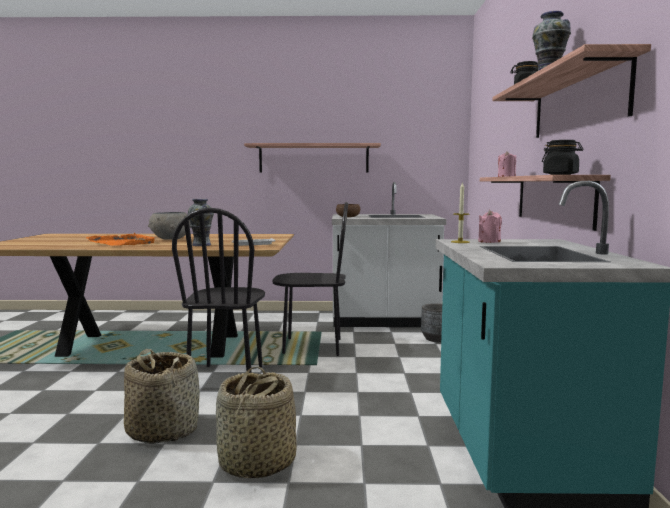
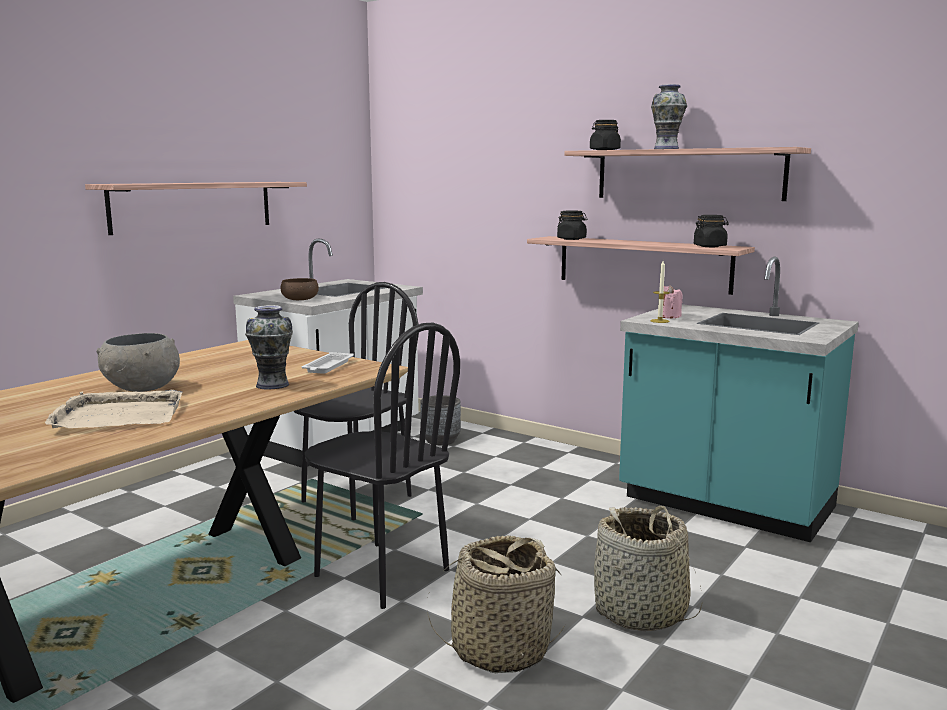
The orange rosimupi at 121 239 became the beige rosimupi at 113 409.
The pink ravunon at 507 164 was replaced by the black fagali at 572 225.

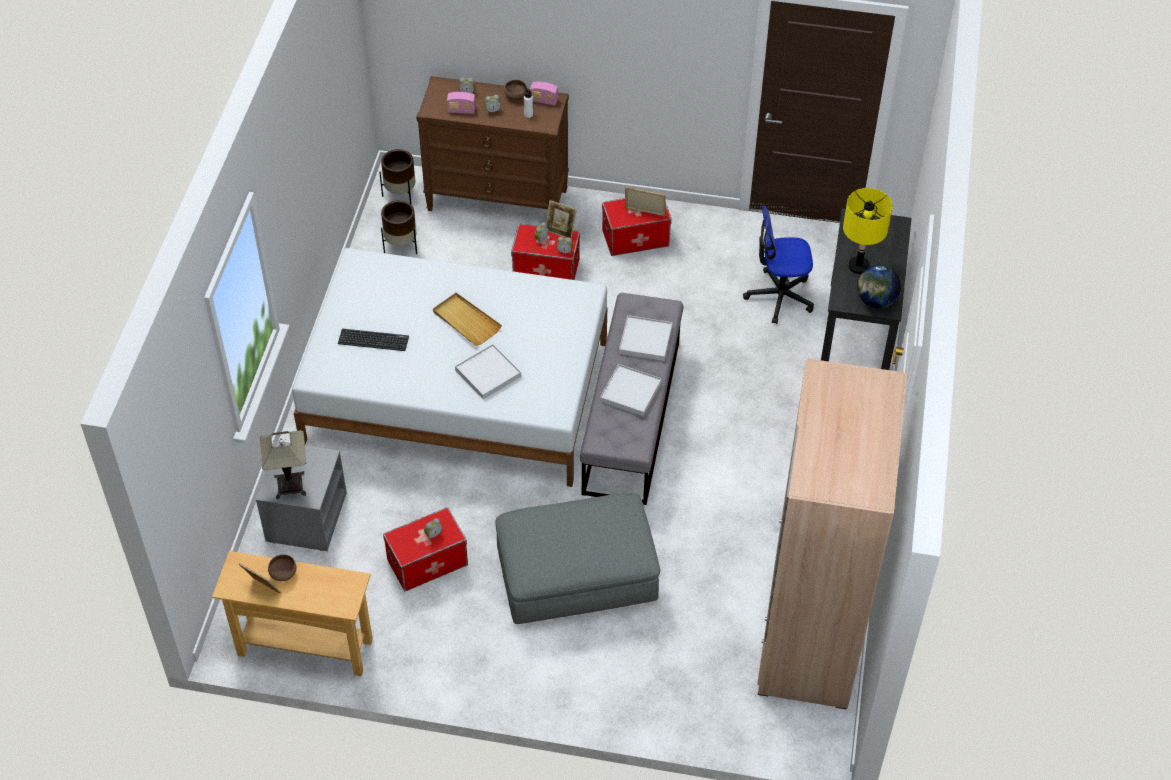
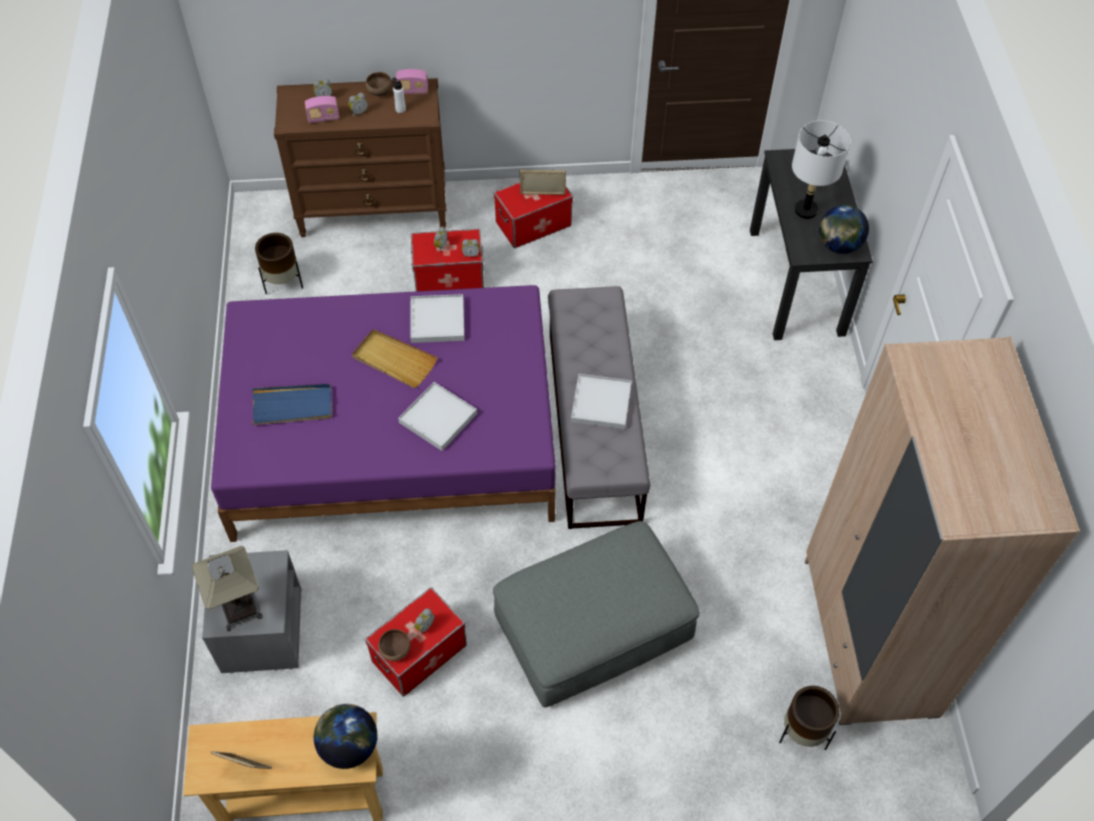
The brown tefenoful moved from 282 567 to 394 645.
The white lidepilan at 449 367 became the purple lidepilan at 383 413.
The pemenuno at 373 340 was replaced by the blue rosimupi at 292 404.
The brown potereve moved from 397 176 to 809 718.
The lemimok at 561 219 disappeared.
The white rosimupi moved from 645 338 to 437 318.
The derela at 778 264 disappeared.
The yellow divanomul at 868 231 became the white divanomul at 821 170.
The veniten at 346 736 appeared.

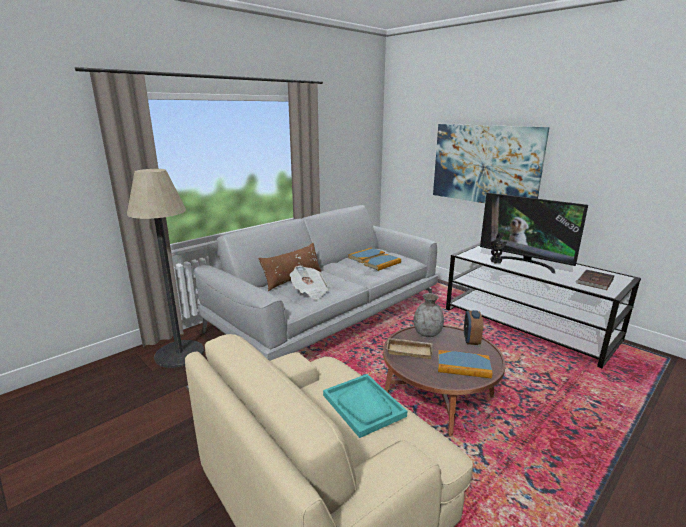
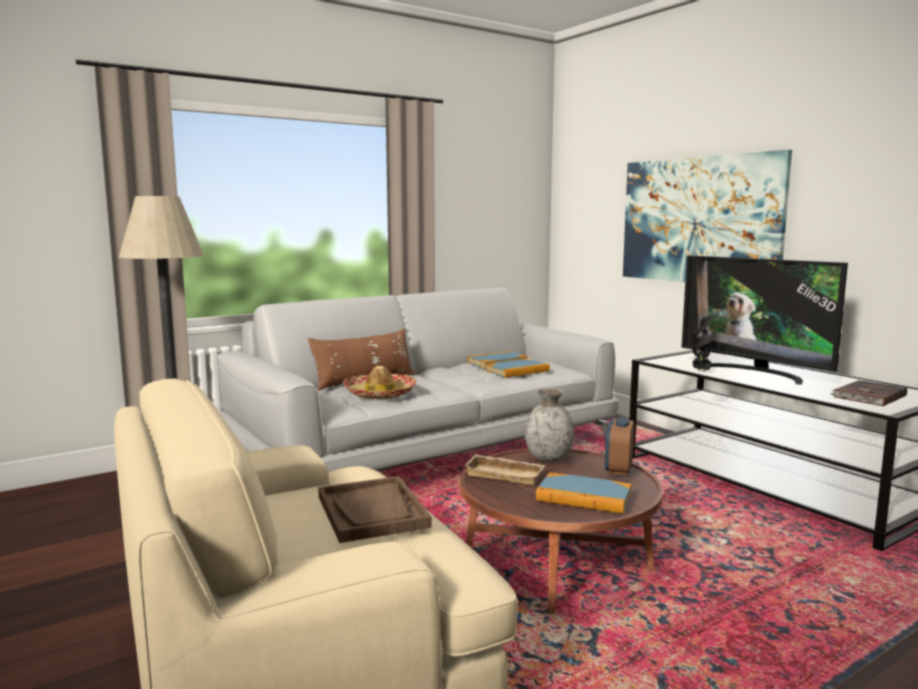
The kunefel at 309 283 was replaced by the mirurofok at 379 382.
The turquoise rosimupi at 365 406 became the brown rosimupi at 375 509.

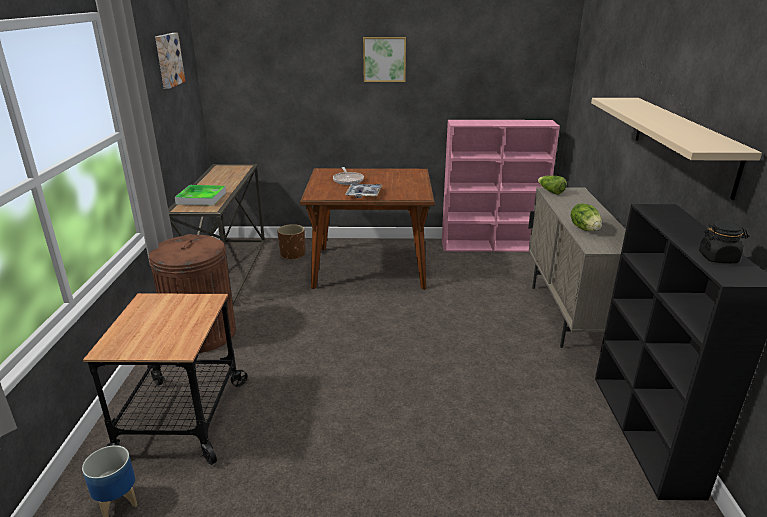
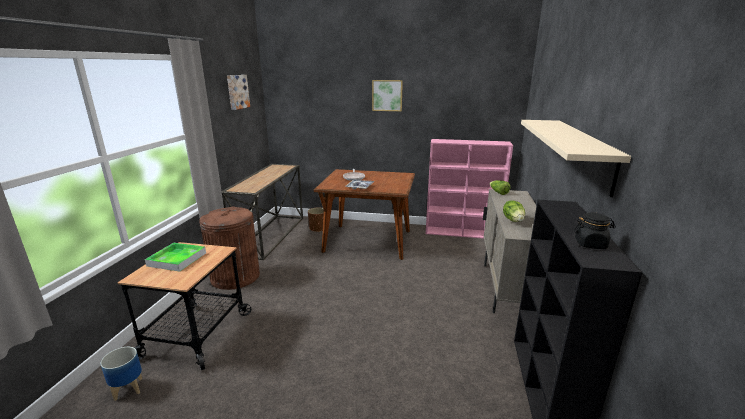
The rosimupi moved from 200 195 to 175 257.

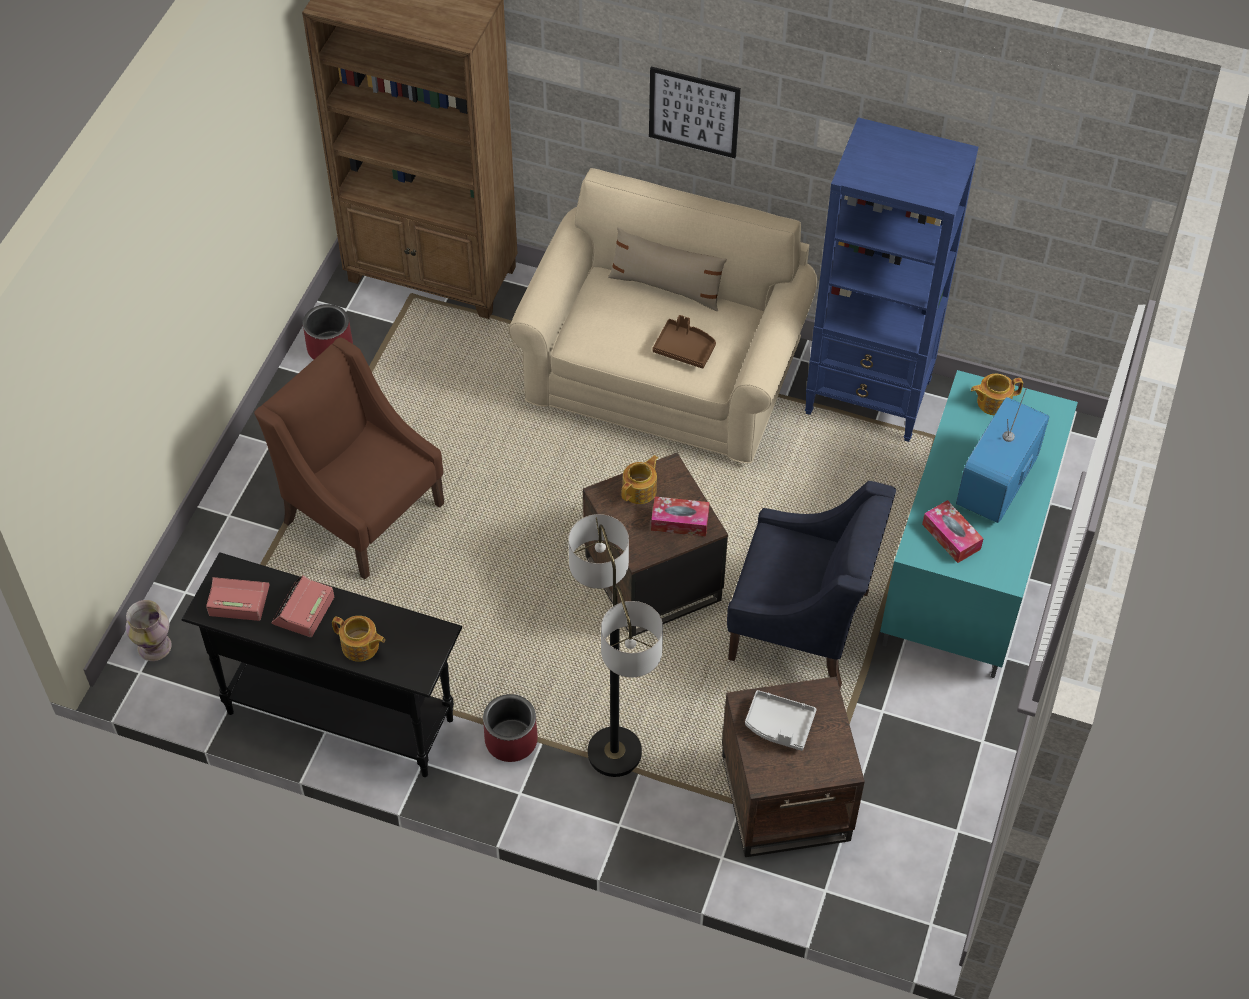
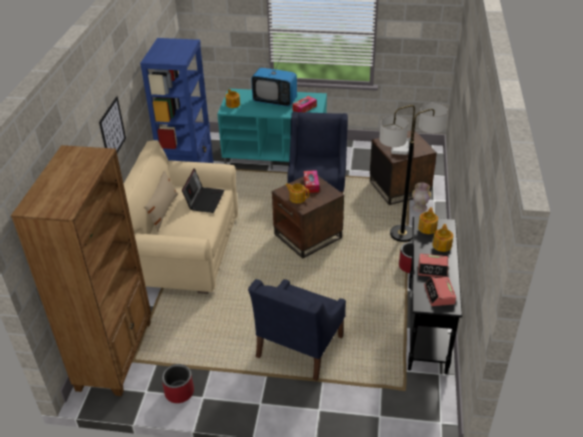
The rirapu moved from 149 630 to 421 197.
The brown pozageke at 349 458 became the blue pozageke at 297 330.
The brown rosimupi at 684 342 was replaced by the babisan at 203 190.
The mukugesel at 428 220 appeared.

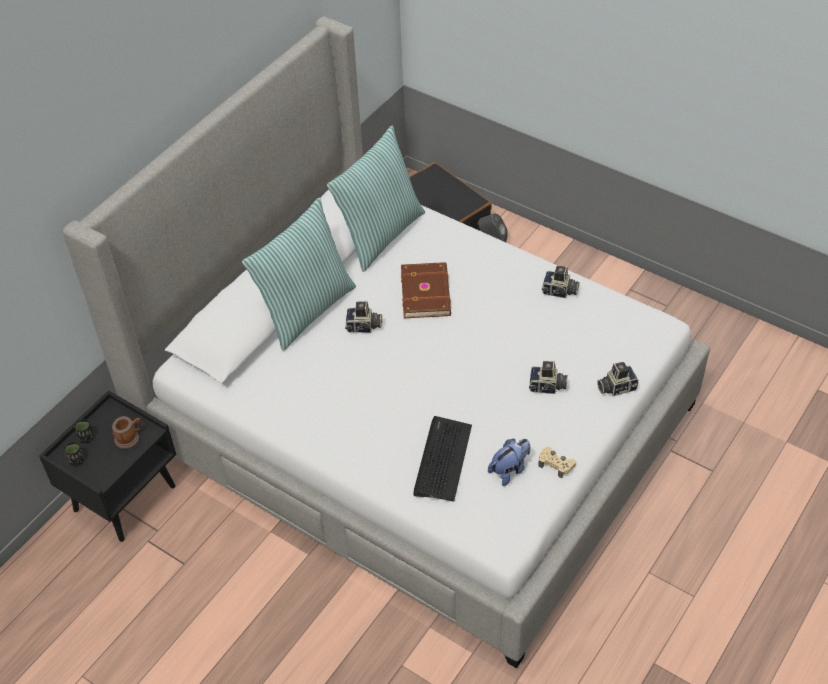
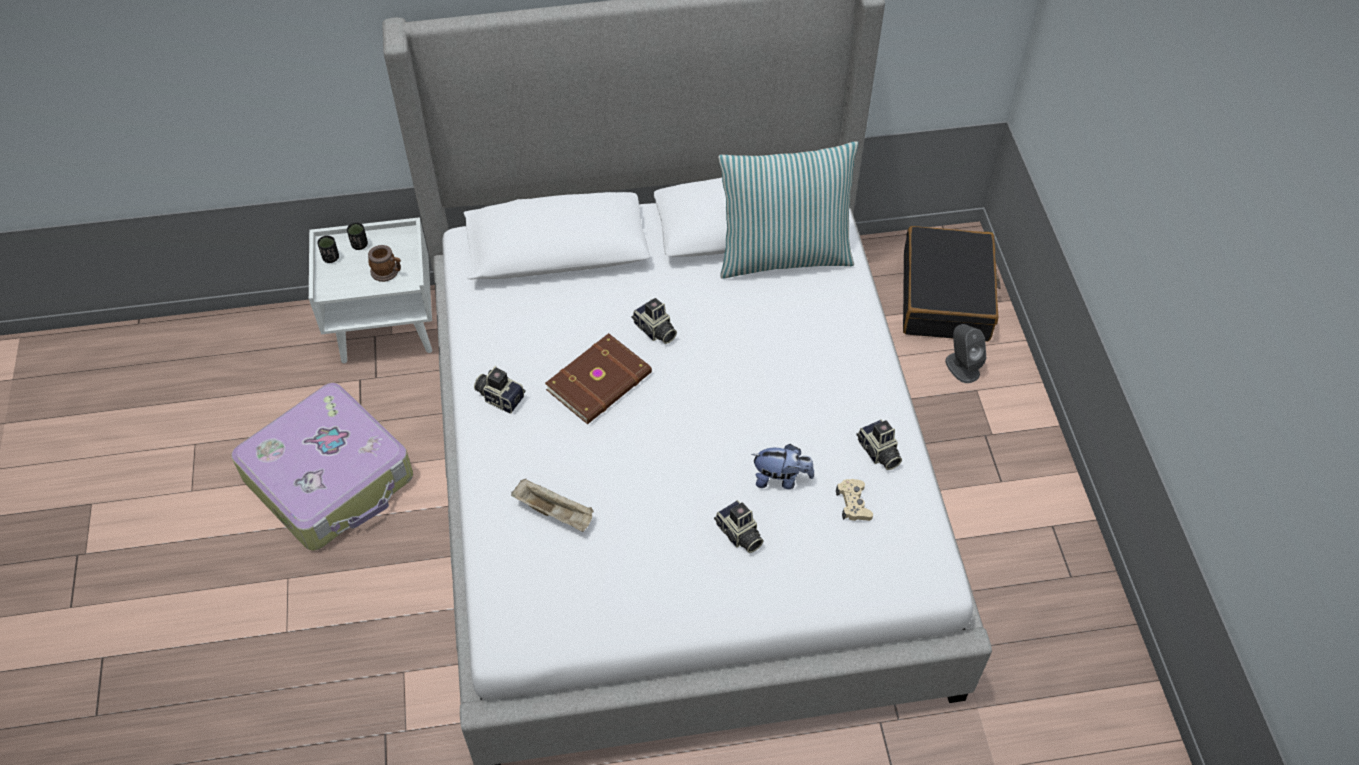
The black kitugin at 107 466 became the white kitugin at 370 290.
The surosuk at 299 274 disappeared.
The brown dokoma moved from 426 290 to 598 378.
The pemenuno at 442 459 was replaced by the beige rosimupi at 552 505.
The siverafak moved from 509 462 to 782 466.
The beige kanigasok moved from 557 462 to 854 500.
The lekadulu moved from 618 379 to 500 390.
The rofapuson at 322 467 appeared.

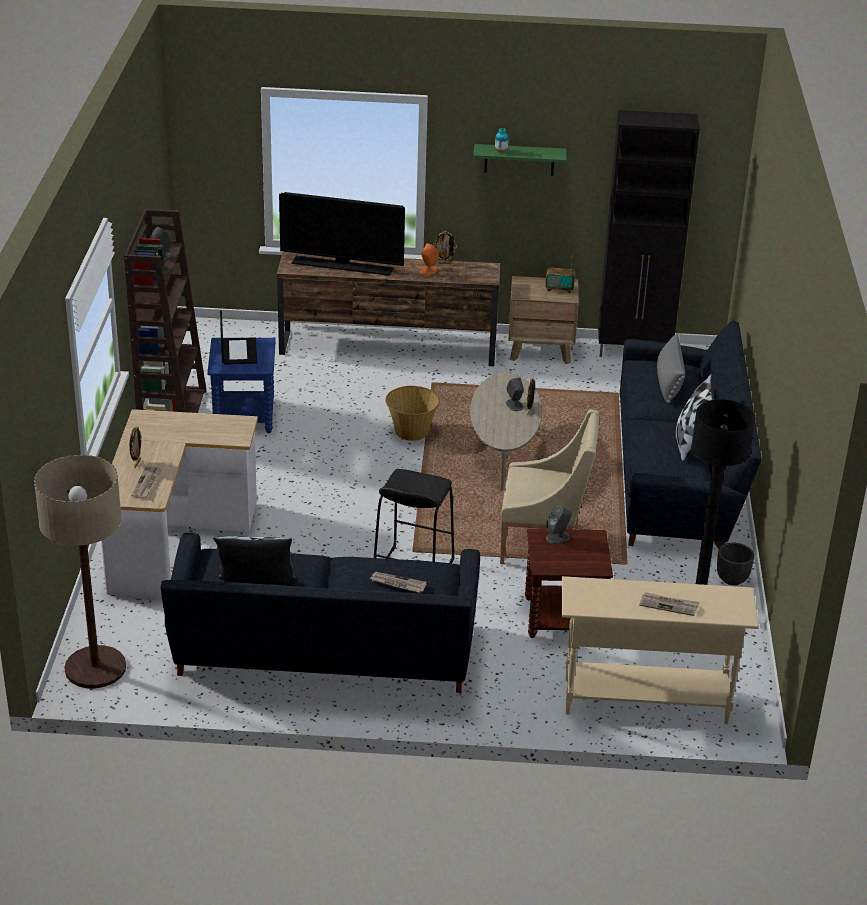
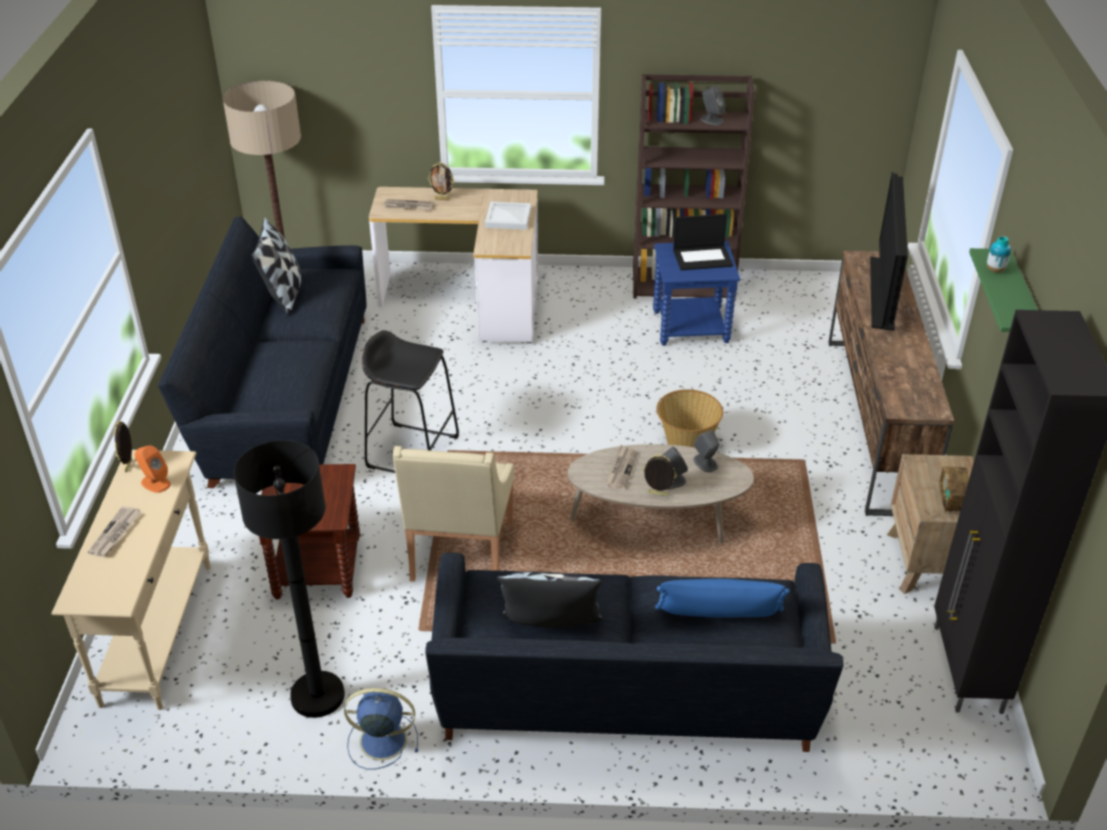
The kunefel moved from 398 582 to 621 467.
The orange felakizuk moved from 429 259 to 153 469.
The lemimok moved from 445 247 to 123 446.
The grey felakizuk moved from 559 525 to 706 451.
The grey surosuk at 671 368 became the blue surosuk at 722 598.
The black potereve at 735 564 was replaced by the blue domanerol at 381 728.
The white rosimupi at 508 216 appeared.

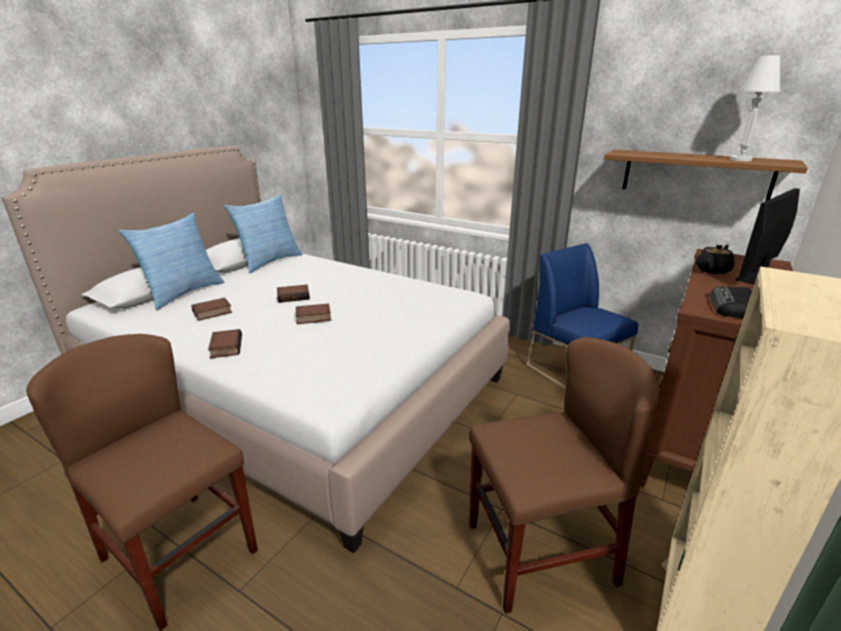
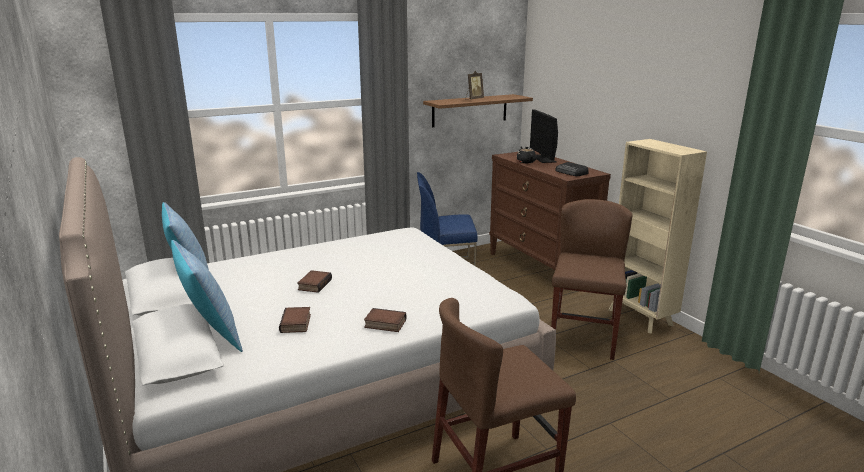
The dokoma at 313 314 disappeared.
The white divanomul at 755 108 disappeared.
The lemimok at 474 85 appeared.

